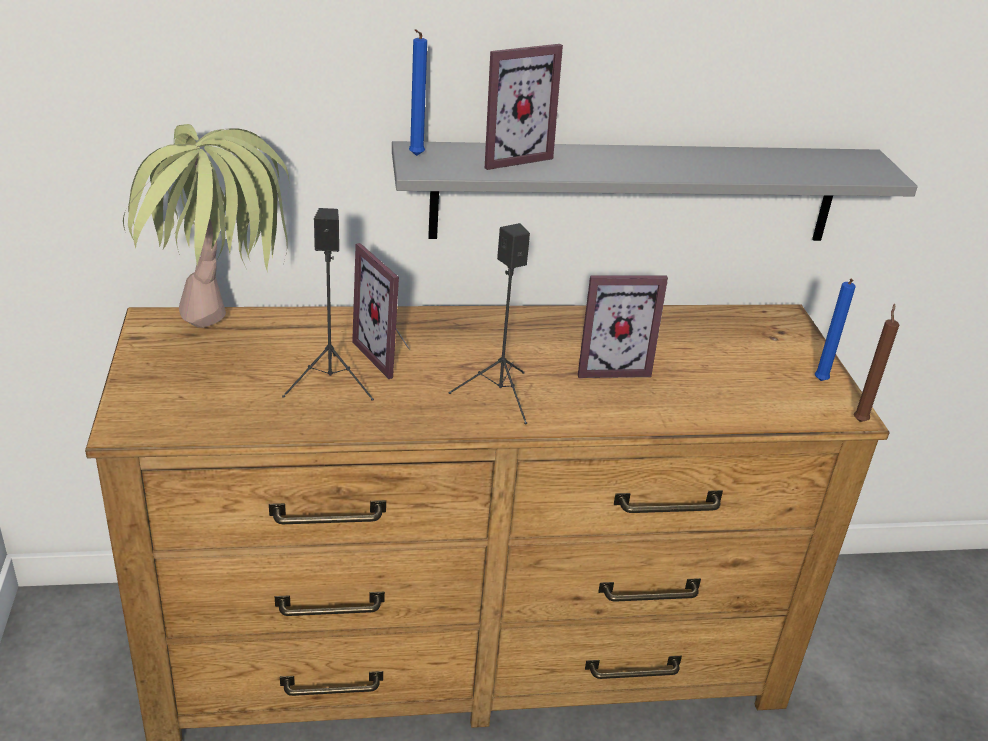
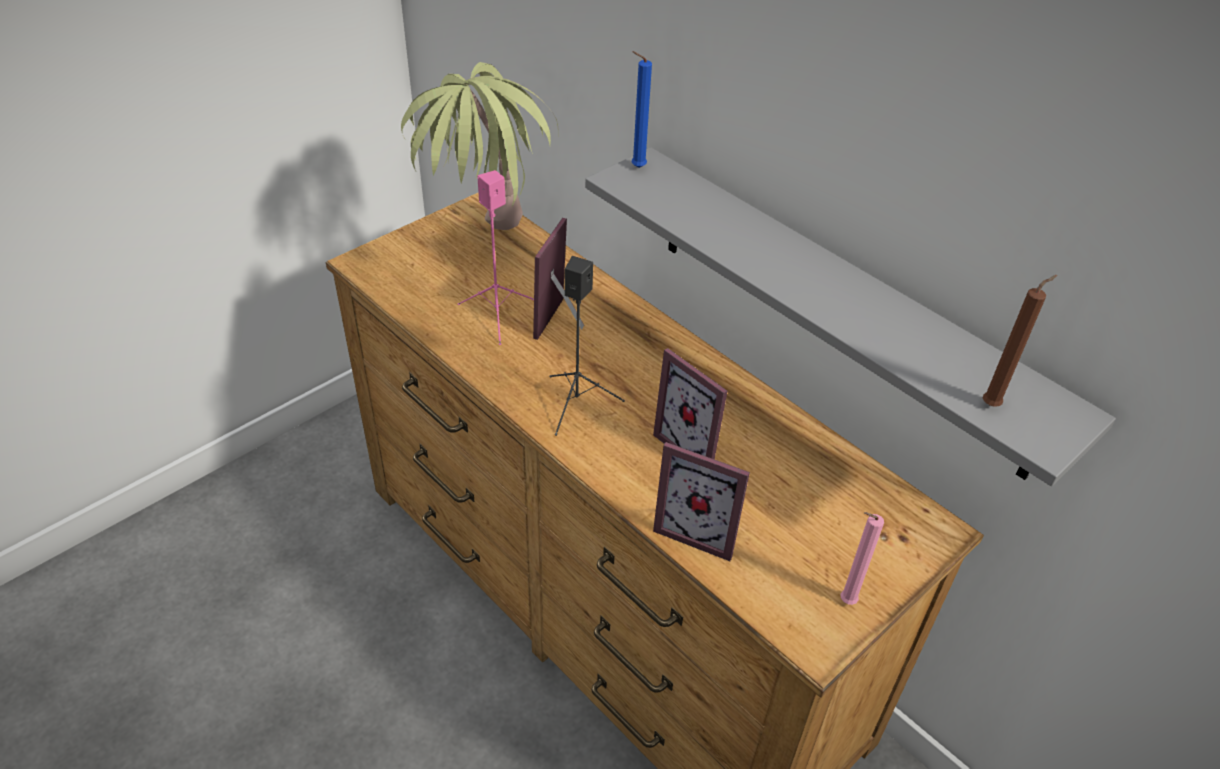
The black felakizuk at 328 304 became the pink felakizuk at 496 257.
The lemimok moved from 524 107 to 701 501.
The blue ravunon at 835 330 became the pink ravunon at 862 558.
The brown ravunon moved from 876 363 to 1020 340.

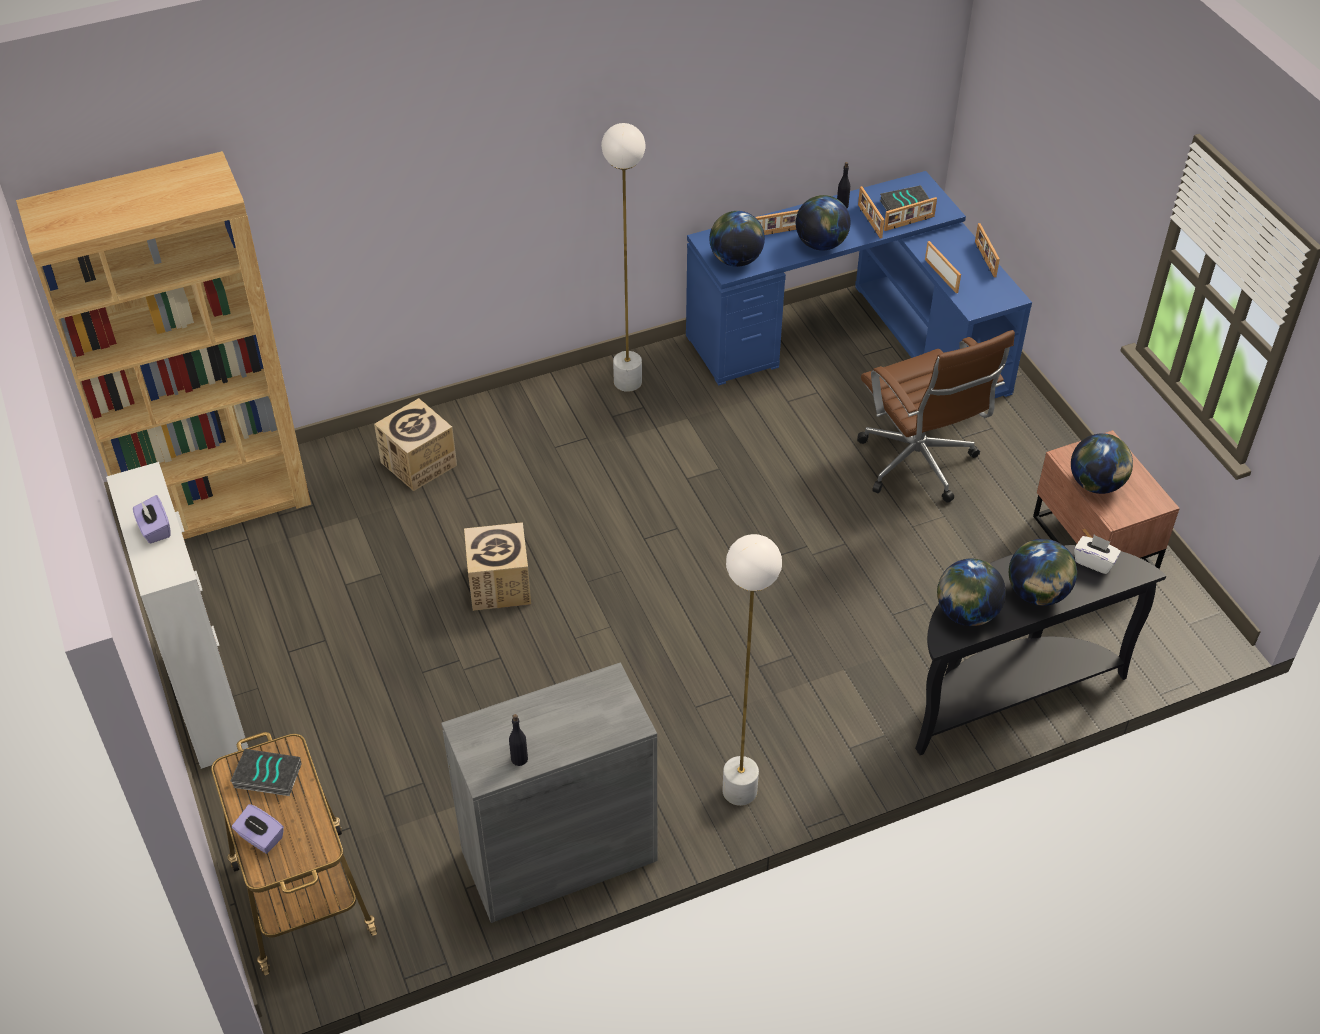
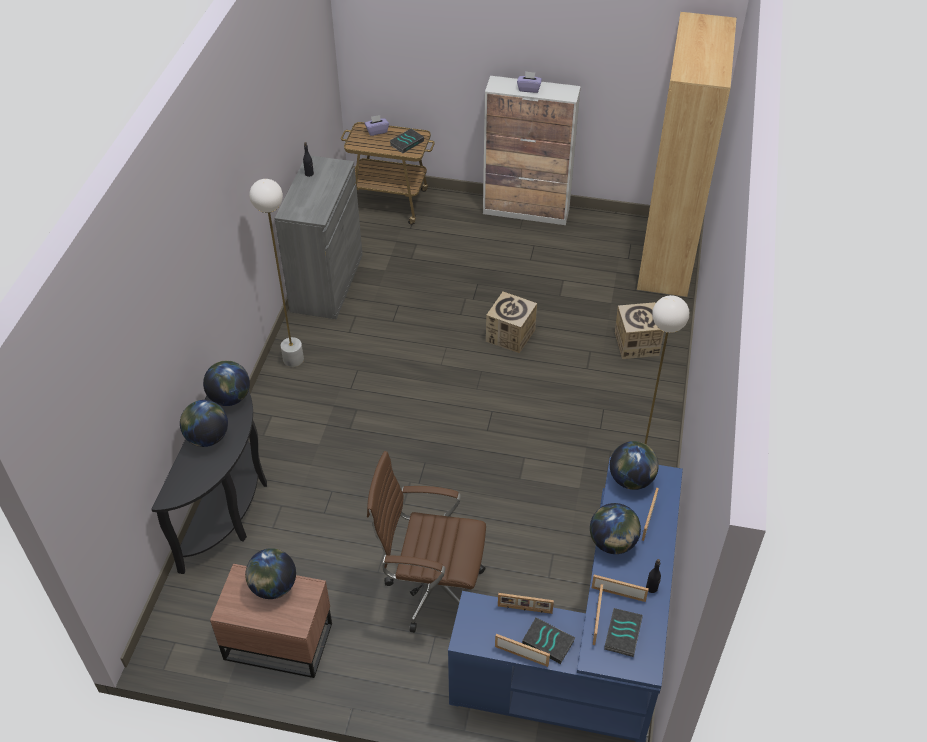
The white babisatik at 1097 554 disappeared.
The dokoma at 548 640 appeared.

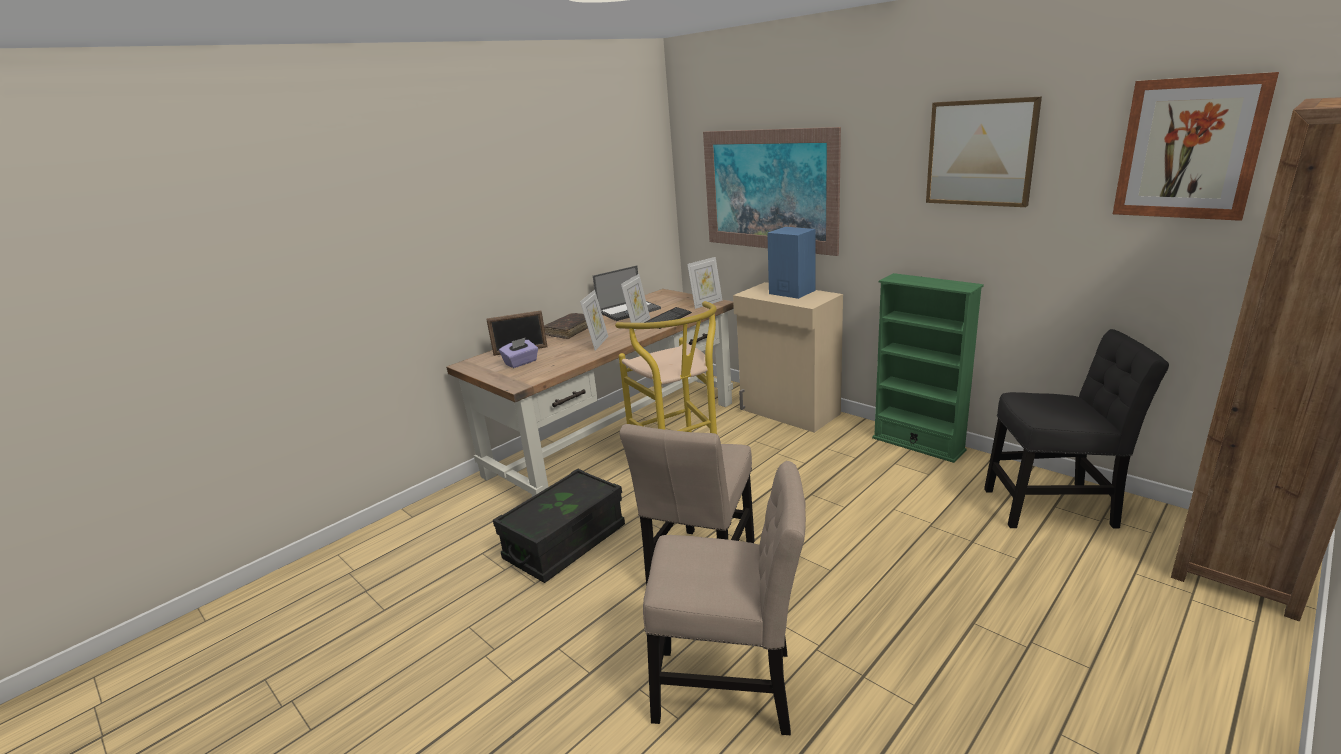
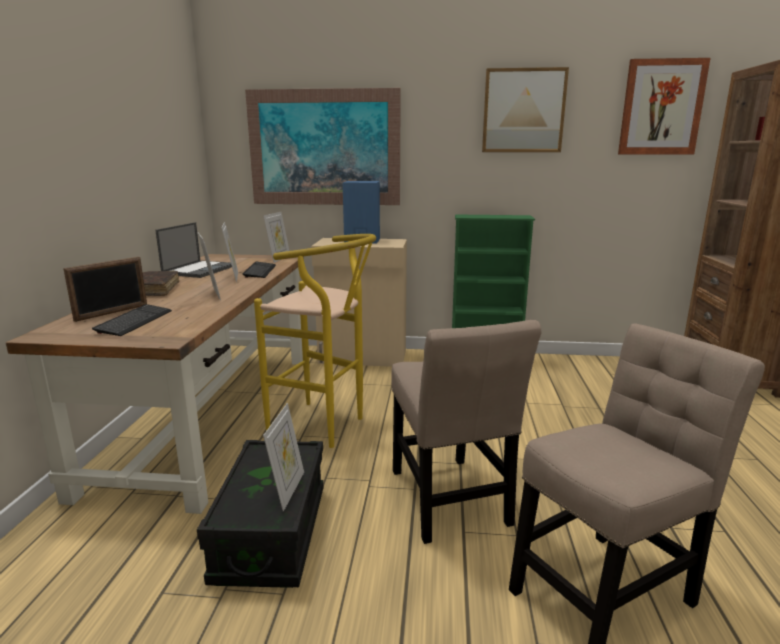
The purple babisatik at 518 353 was replaced by the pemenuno at 132 320.
The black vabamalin at 1076 428 disappeared.
The lemimok at 283 457 appeared.

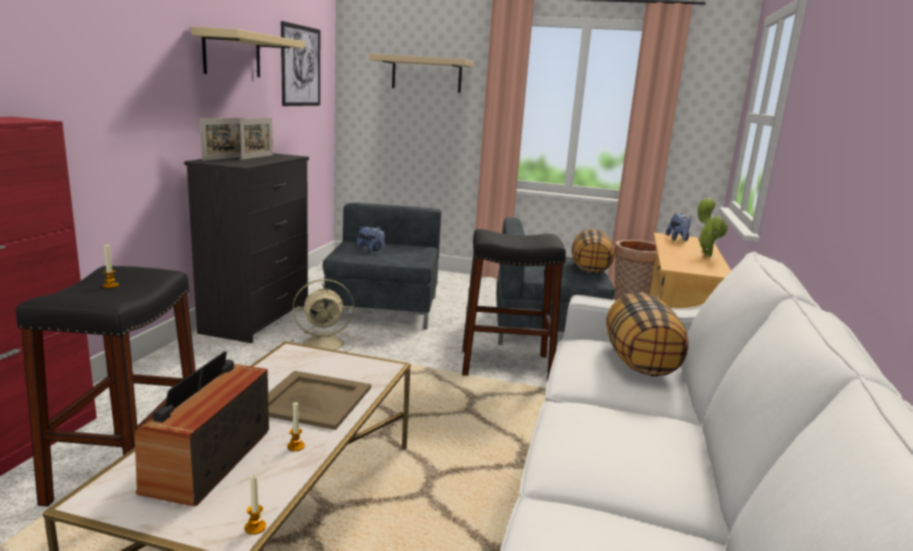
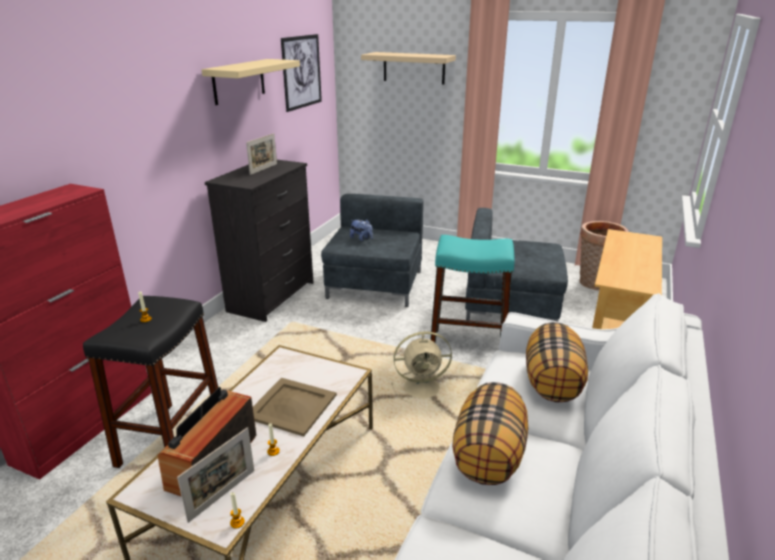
The lemimok moved from 222 139 to 215 475.
The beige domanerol moved from 322 315 to 421 367.
The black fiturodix at 514 304 became the turquoise fiturodix at 472 289.
The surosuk moved from 593 251 to 490 433.
The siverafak at 678 227 disappeared.
The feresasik at 713 227 disappeared.

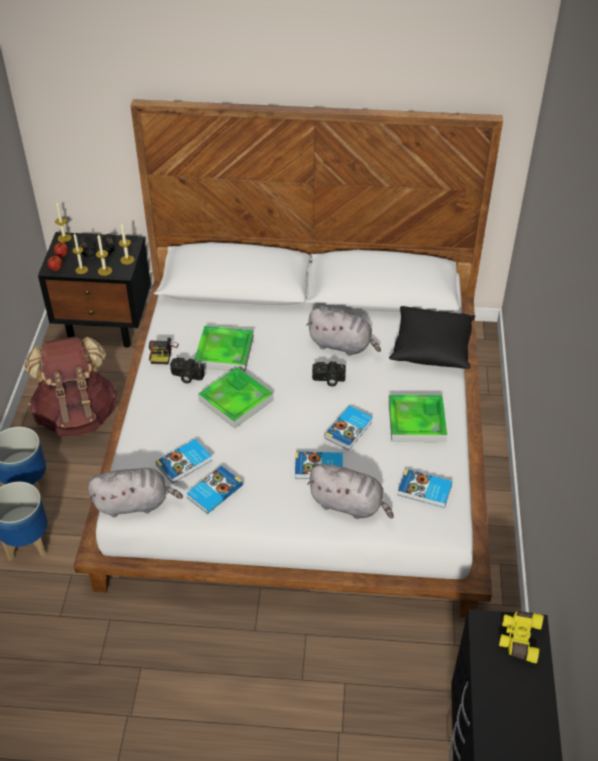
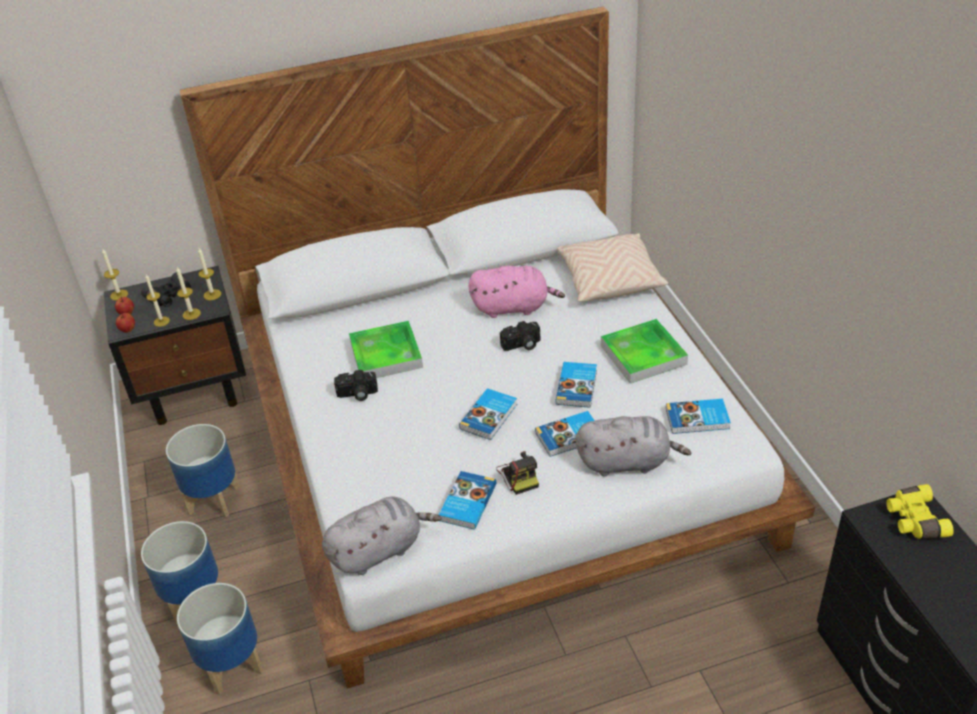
The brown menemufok at 71 386 was replaced by the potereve at 203 470.
The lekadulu moved from 164 351 to 517 473.
The dokoma moved from 184 461 to 488 414.
The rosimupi at 236 397 disappeared.
The grey siverafak at 344 332 became the pink siverafak at 516 292.
The black surosuk at 432 337 became the beige surosuk at 612 267.

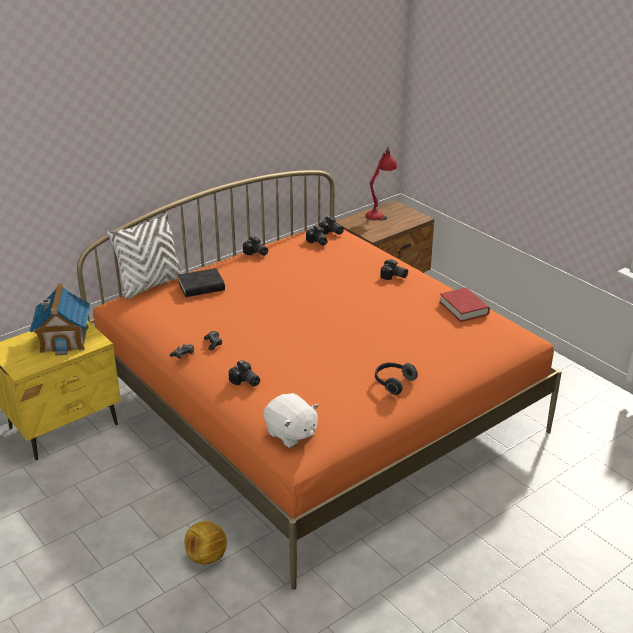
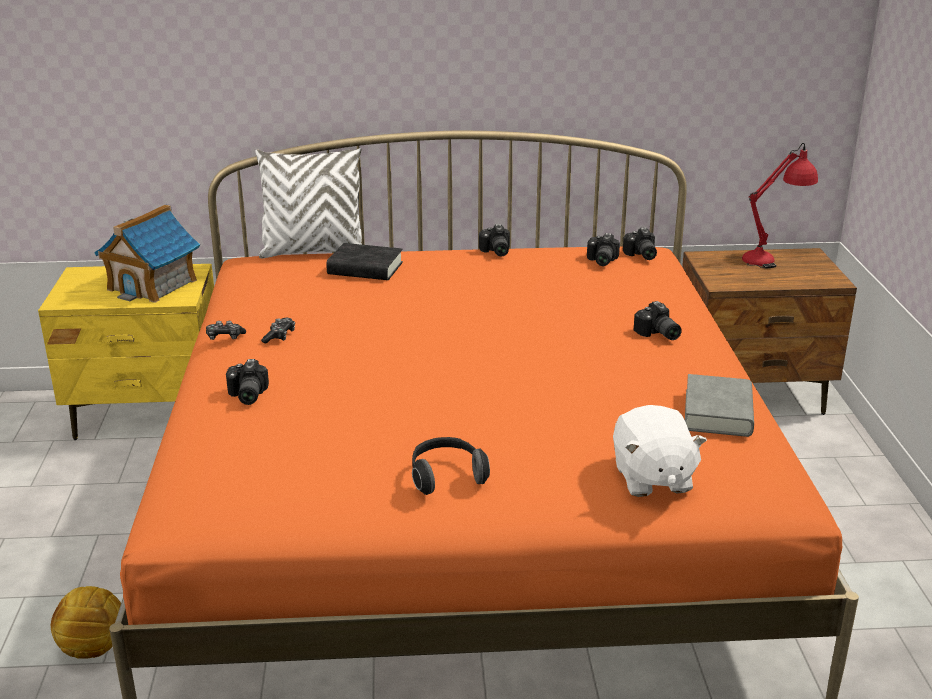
The white siverafak moved from 291 420 to 660 451.
The red dokoma at 464 305 became the grey dokoma at 719 405.

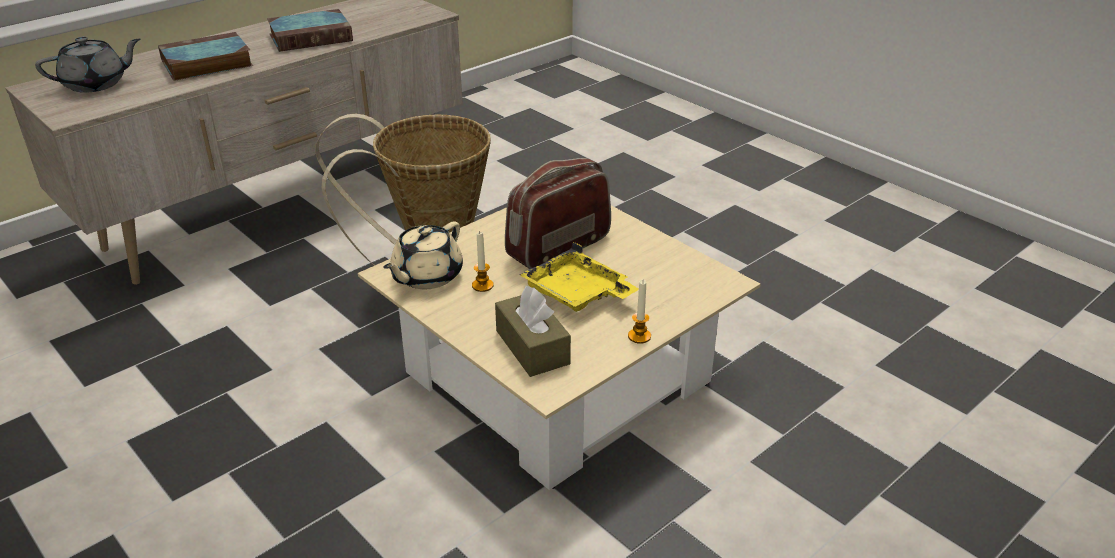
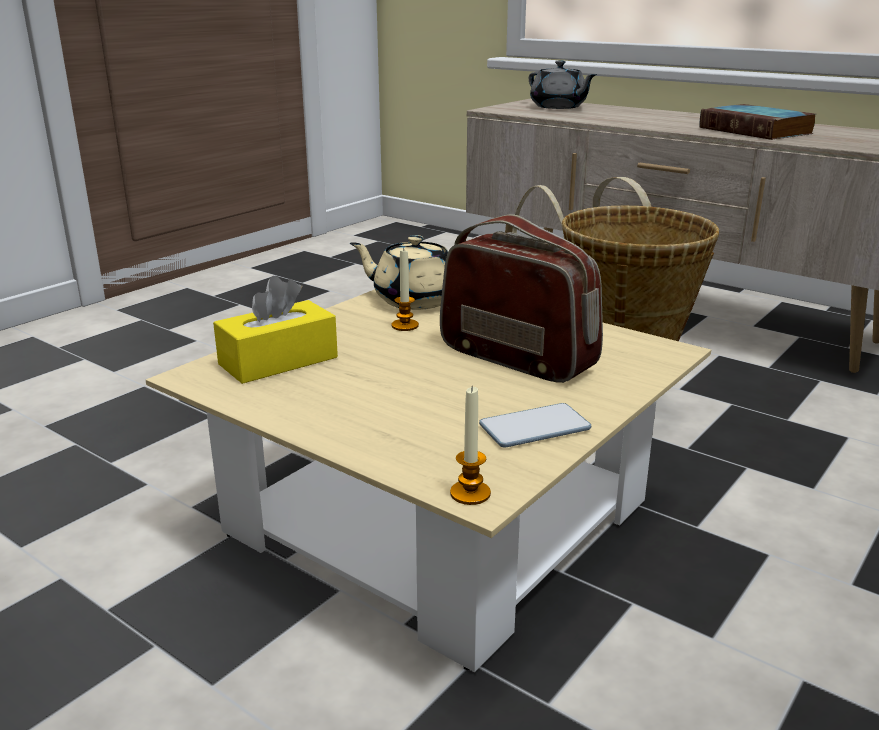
The dokoma at 205 56 disappeared.
The brown babisatik at 533 331 became the yellow babisatik at 275 330.
The yellow rosimupi at 579 277 disappeared.
The ravunon moved from 639 312 to 470 445.
The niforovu at 535 425 appeared.

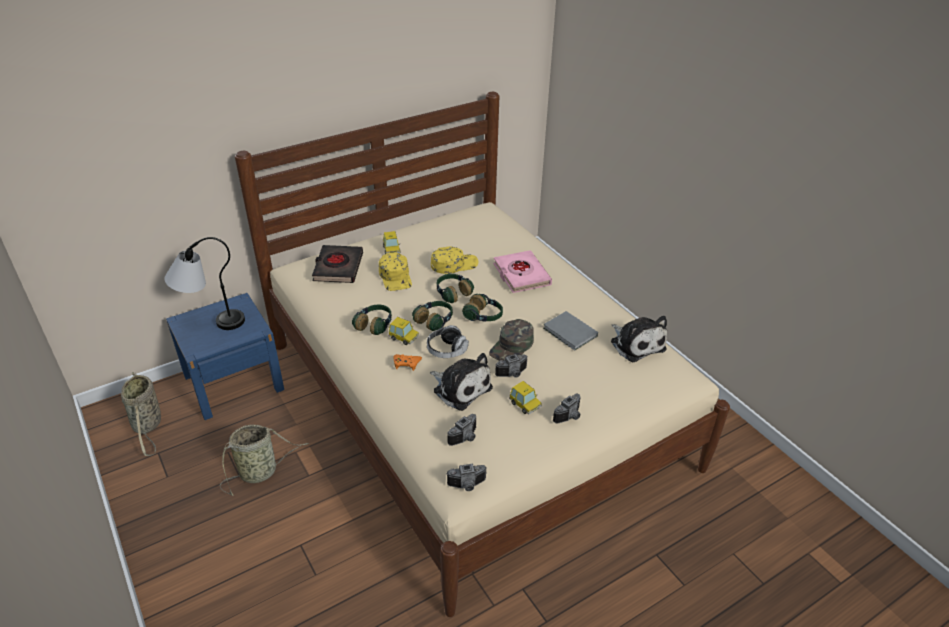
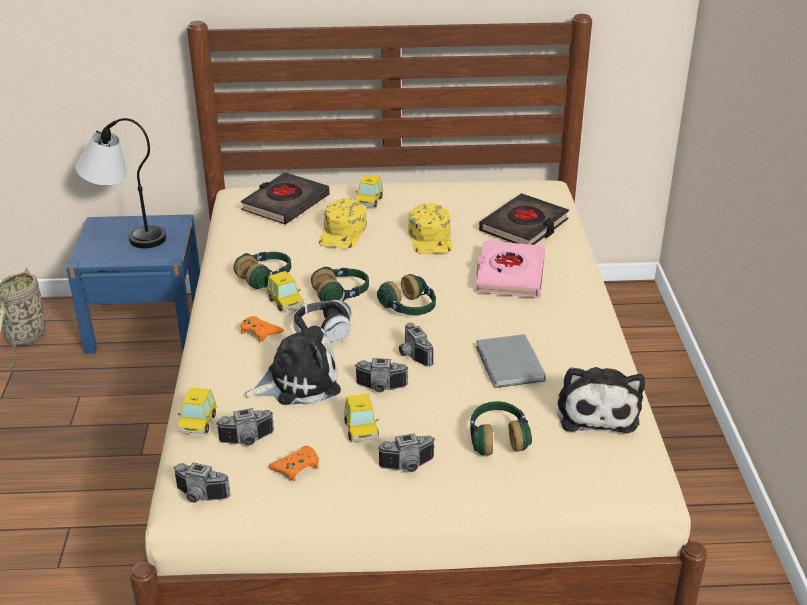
The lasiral at 264 460 disappeared.
The siverafak at 461 382 turned 90 degrees counterclockwise.
The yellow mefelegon at 454 260 turned 75 degrees clockwise.
The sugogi moved from 455 288 to 501 428.
The green mefelegon at 511 340 was replaced by the lekadulu at 416 344.
The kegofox at 197 410 appeared.
The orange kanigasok at 294 463 appeared.
The black dokoma at 524 219 appeared.

